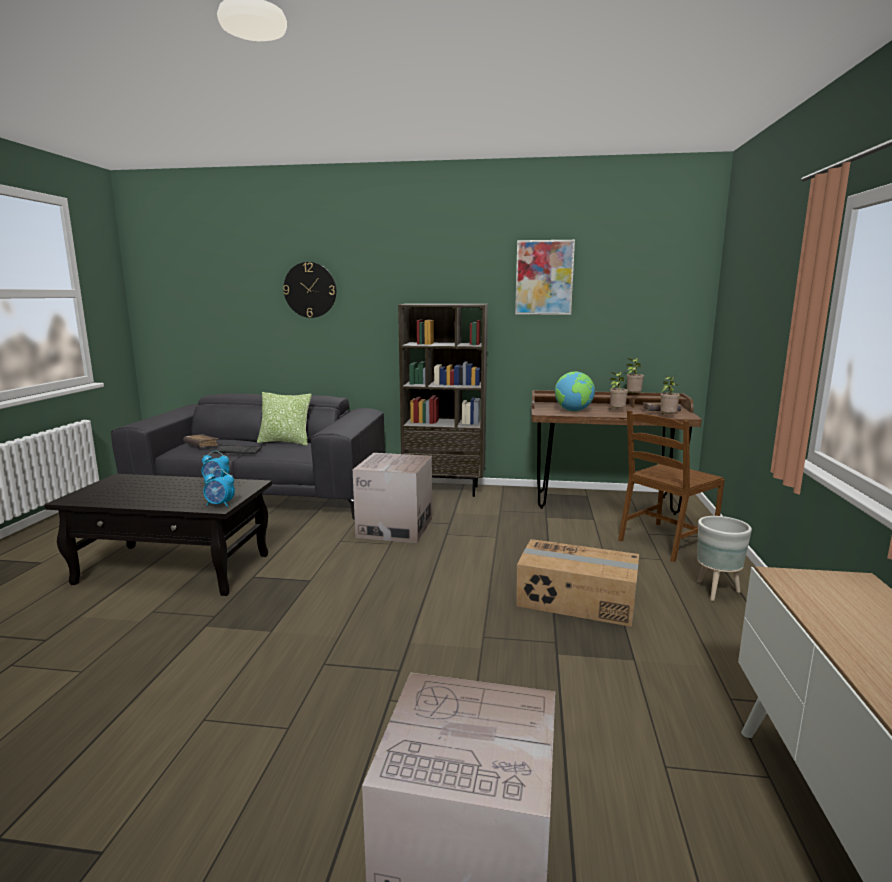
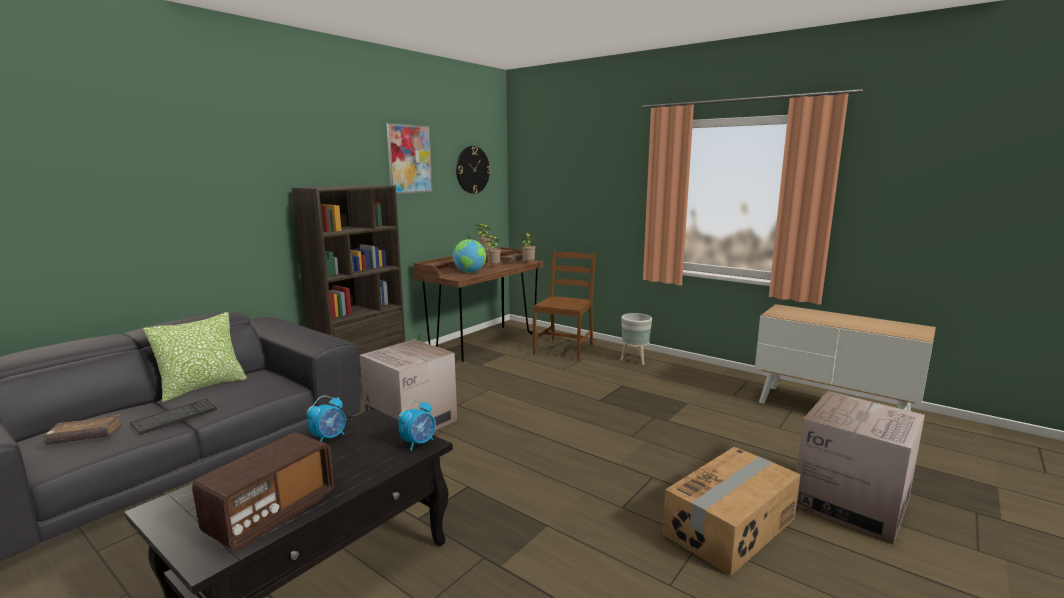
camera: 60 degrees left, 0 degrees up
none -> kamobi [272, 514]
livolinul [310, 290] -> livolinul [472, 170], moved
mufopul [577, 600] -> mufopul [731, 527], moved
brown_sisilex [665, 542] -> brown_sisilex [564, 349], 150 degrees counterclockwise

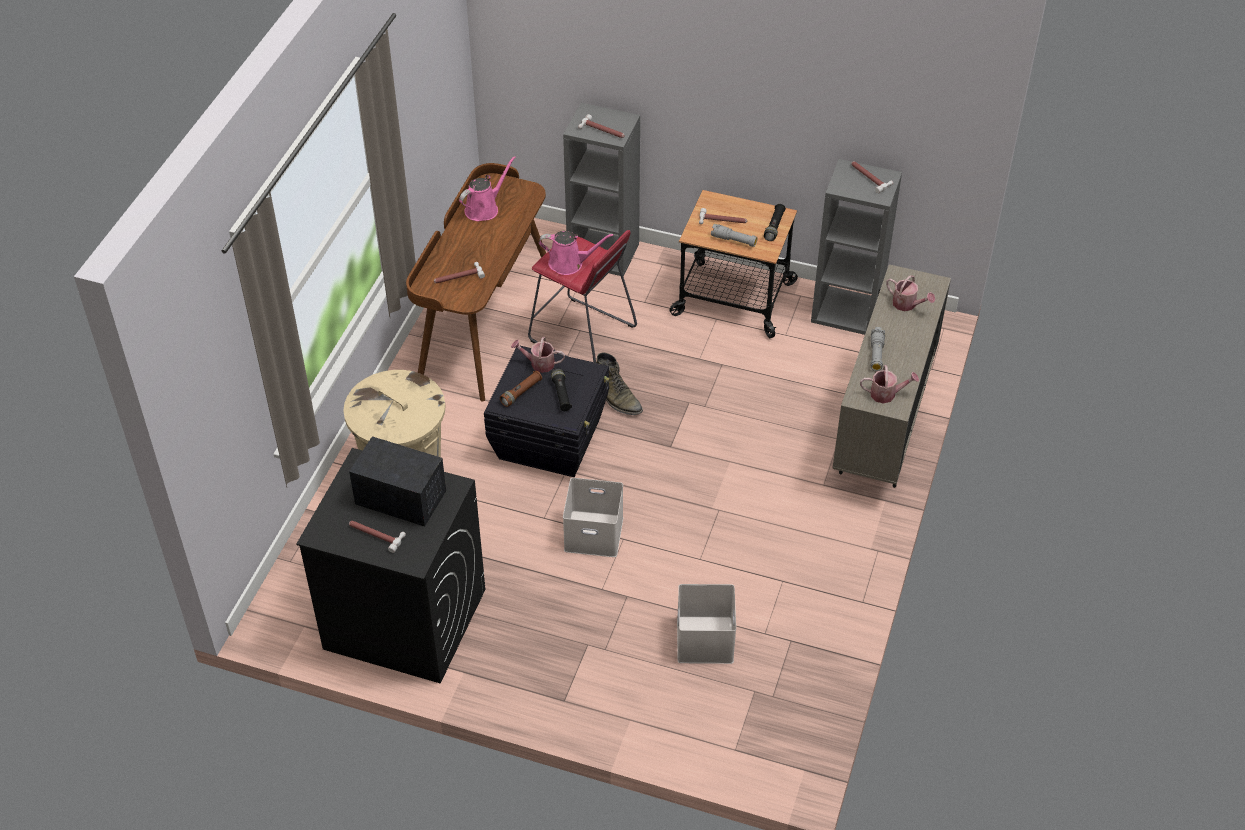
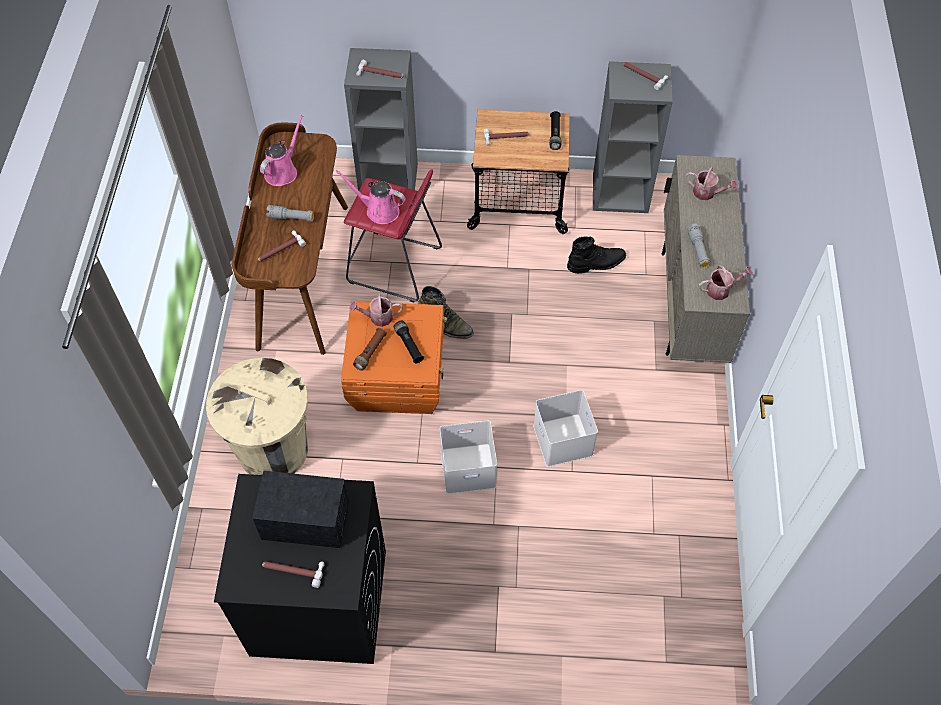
camera: 15 degrees left, 10 degrees up
none -> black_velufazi [596, 263]
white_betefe [703, 639] -> white_betefe [561, 439], moved
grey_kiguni [733, 240] -> grey_kiguni [291, 218], moved
black_betefe [550, 439] -> orange_betefe [398, 379]
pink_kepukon [569, 263] -> pink_kepukon [379, 210], 150 degrees counterclockwise

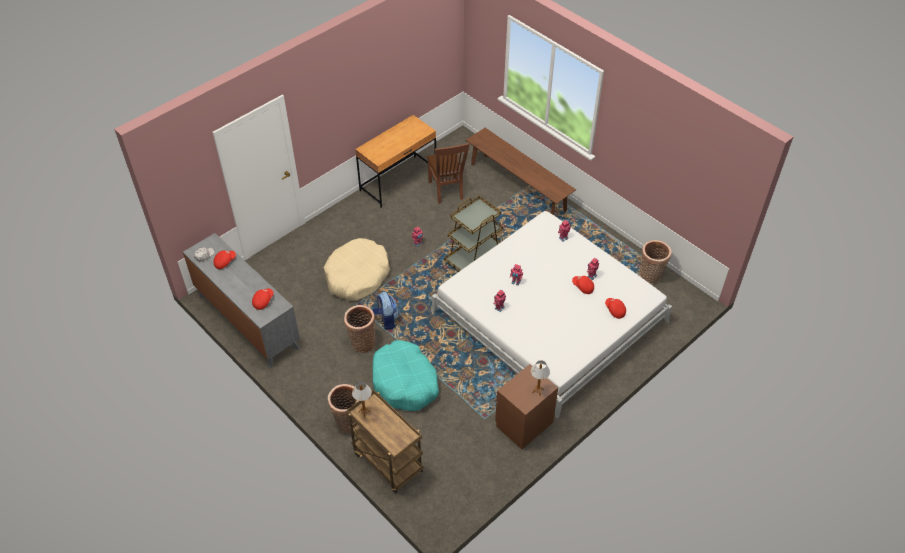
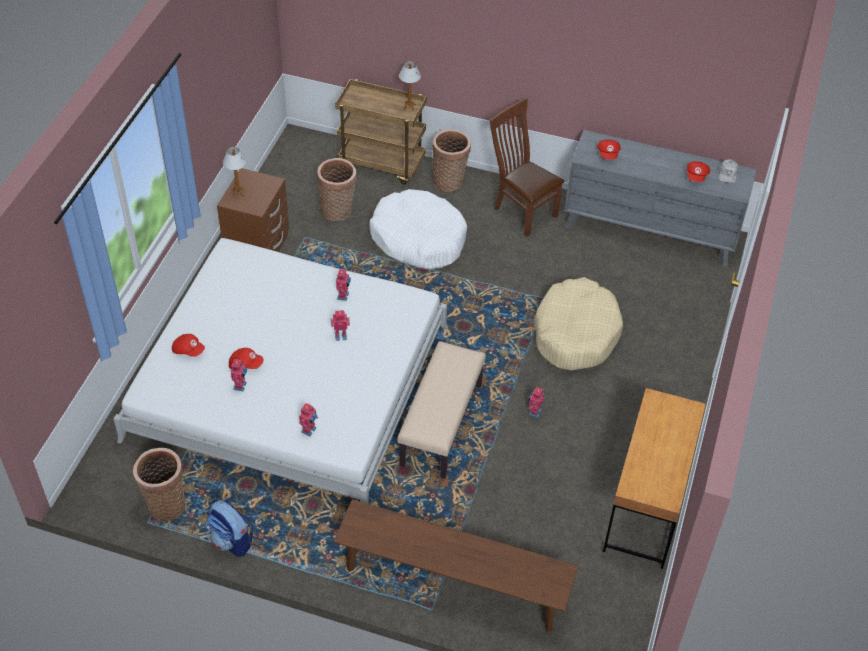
camera: 150 degrees right, 0 degrees up
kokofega [362, 342] -> kokofega [338, 210], moved
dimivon [386, 320] -> dimivon [232, 541], moved
brown_sisilex [447, 191] -> brown_sisilex [522, 211], moved
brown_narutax [474, 258] -> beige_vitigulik [440, 424]
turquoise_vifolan [405, 382] -> white_vifolan [418, 239]

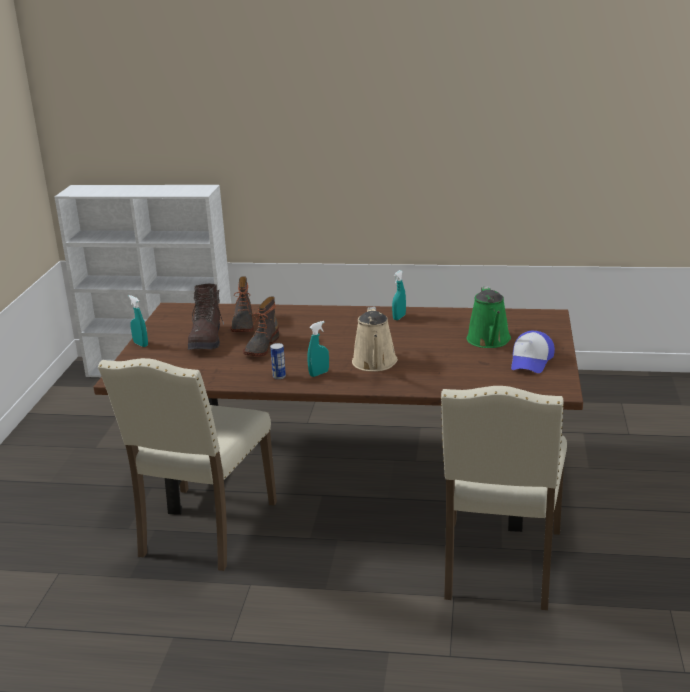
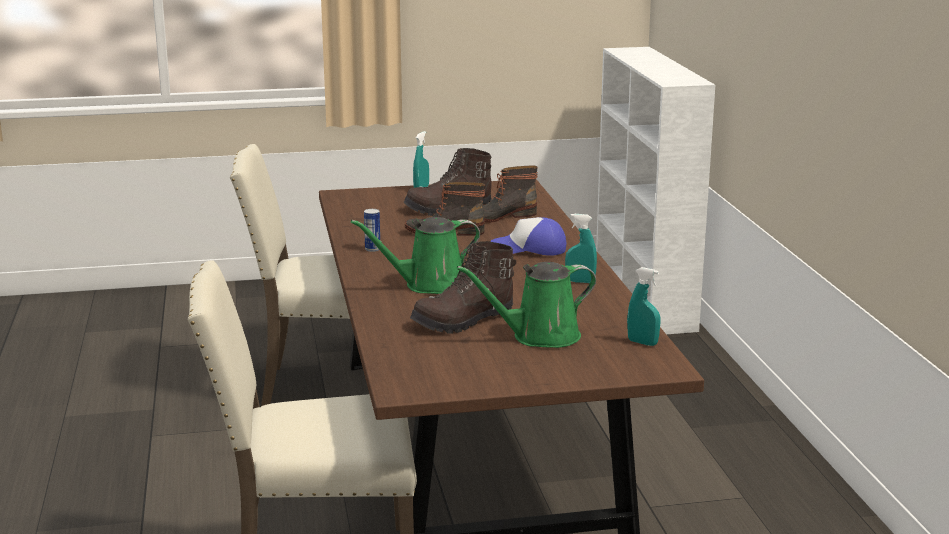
camera: 70 degrees right, 5 degrees down
none -> brown_velufazi [464, 321]
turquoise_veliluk [319, 373] -> turquoise_veliluk [642, 343], moved
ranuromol [531, 361] -> ranuromol [529, 249], moved
beige_kepukon [375, 363] -> green_kepukon [429, 285]

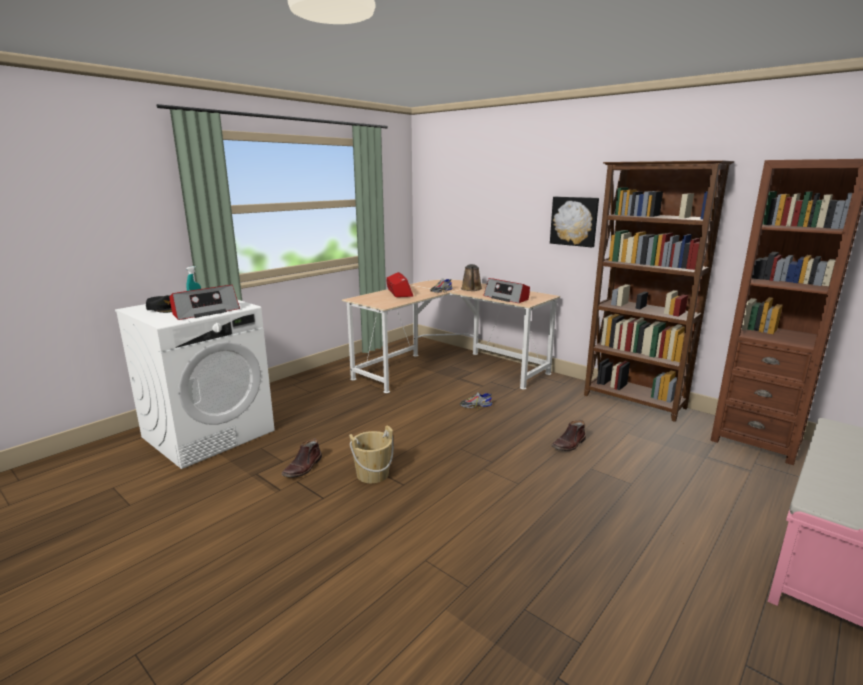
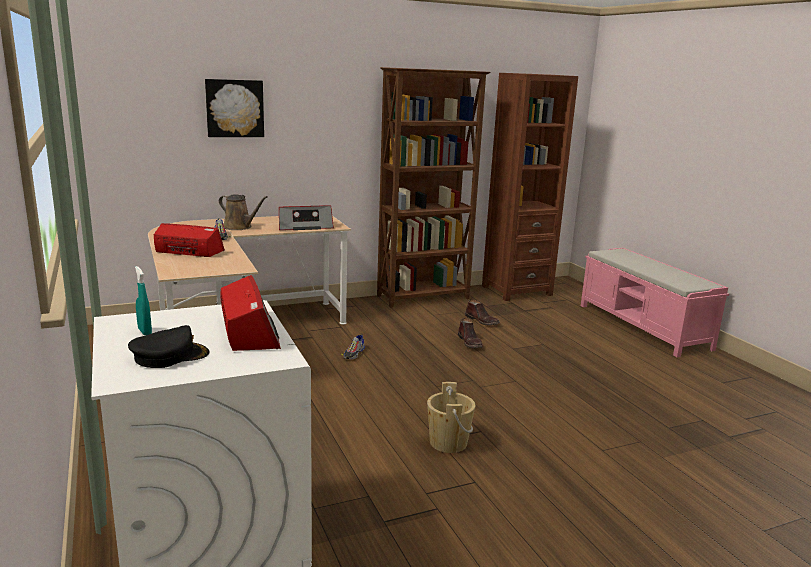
camera: 65 degrees left, 0 degrees up
brown_velufazi [303, 468] -> brown_velufazi [482, 321], moved
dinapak [574, 221] -> dinapak [234, 108], moved

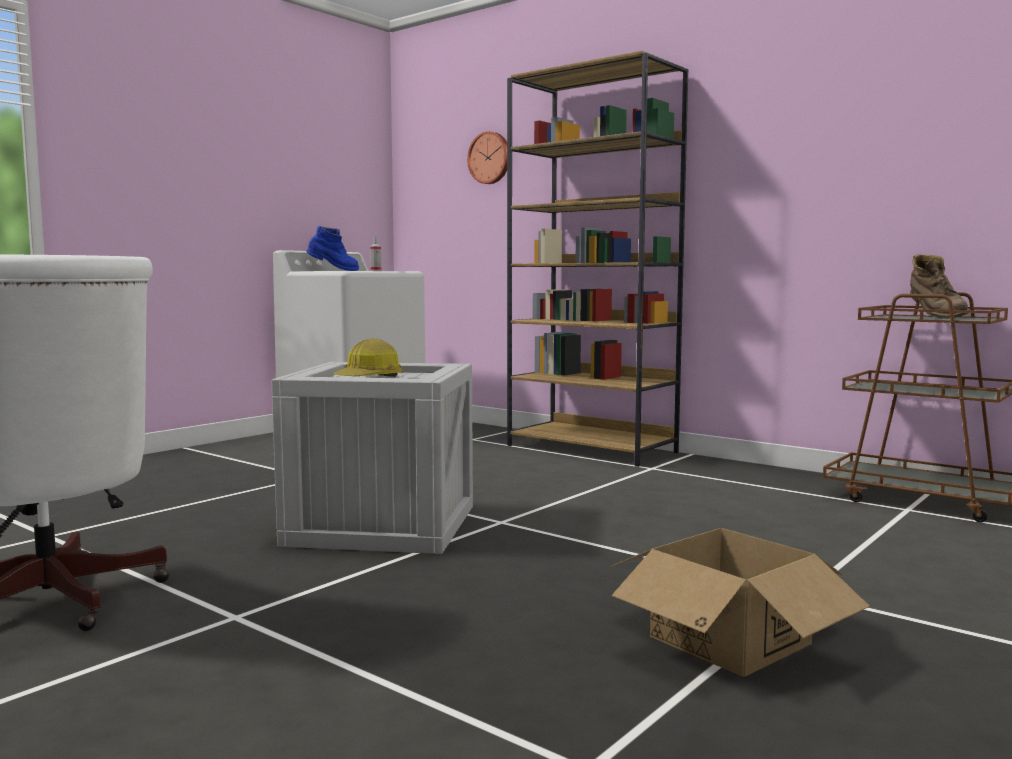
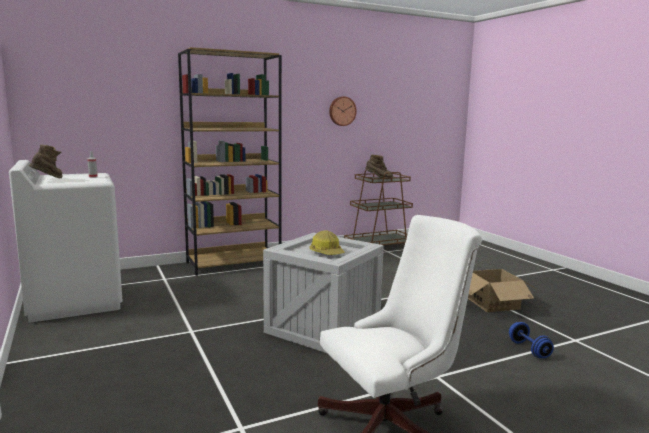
camera: 65 degrees left, 5 degrees up
none -> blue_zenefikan [529, 350]
livolinul [490, 158] -> livolinul [342, 111], moved
blue_velufazi [333, 270] -> brown_velufazi [48, 180]

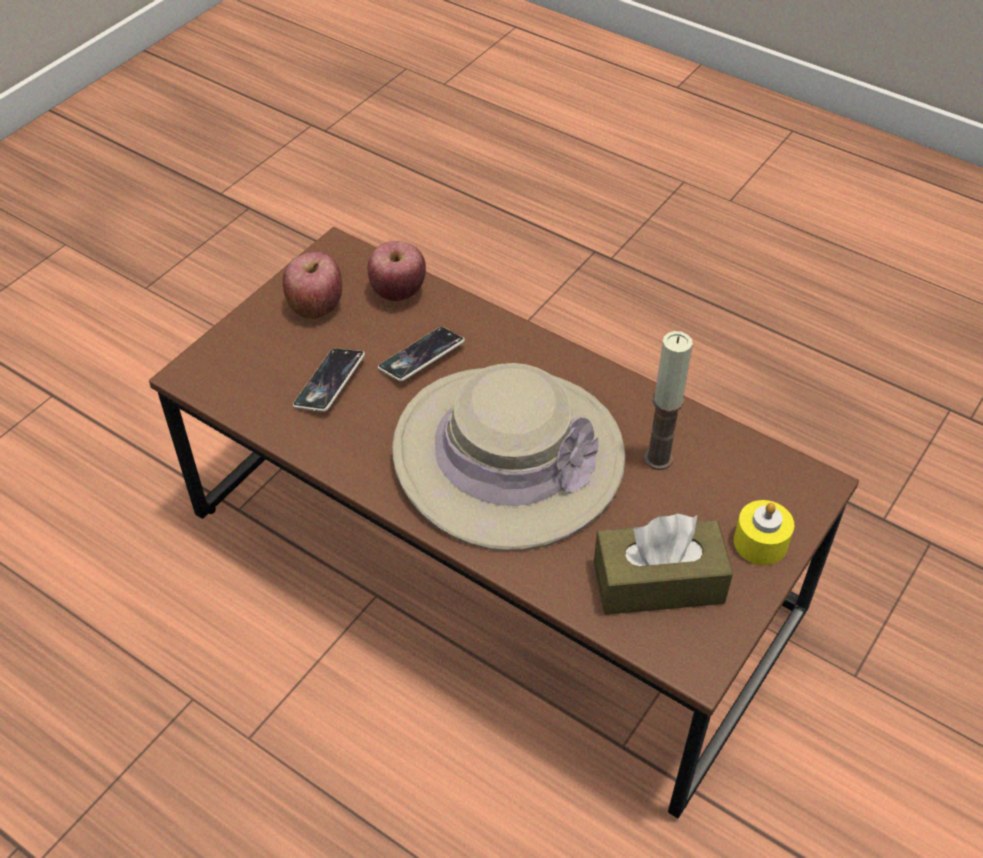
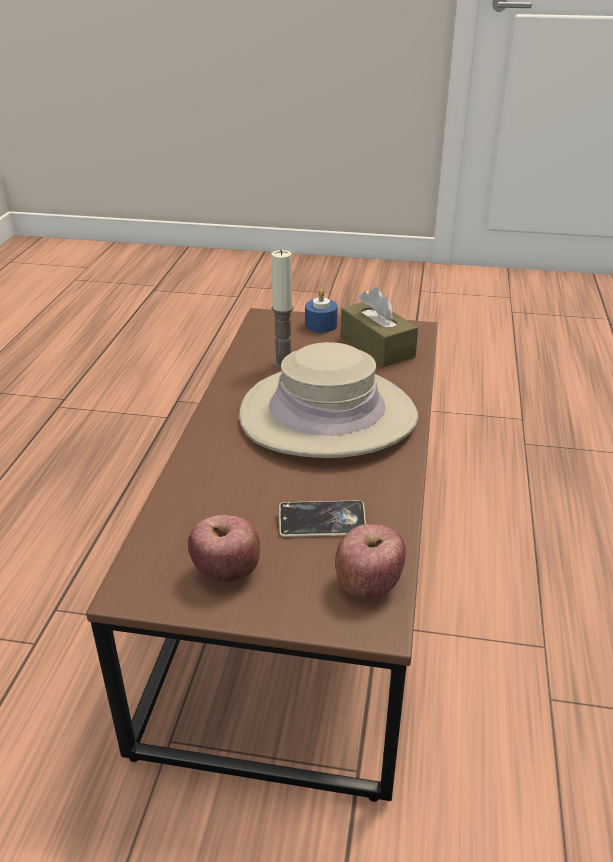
camera: 115 degrees left, 15 degrees down
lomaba [421, 358] -> none
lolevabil [398, 292] -> lolevabil [368, 584], moved
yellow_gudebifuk [760, 542] -> blue_gudebifuk [321, 325]

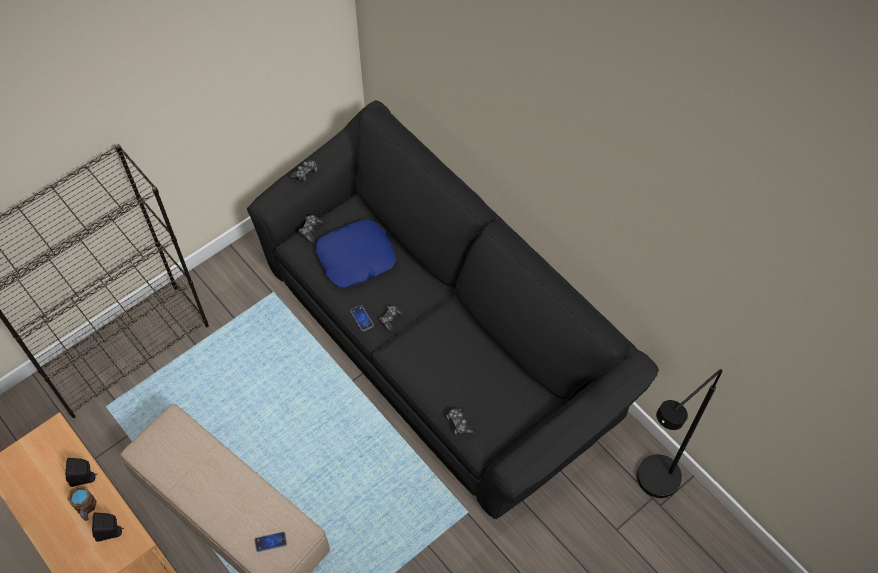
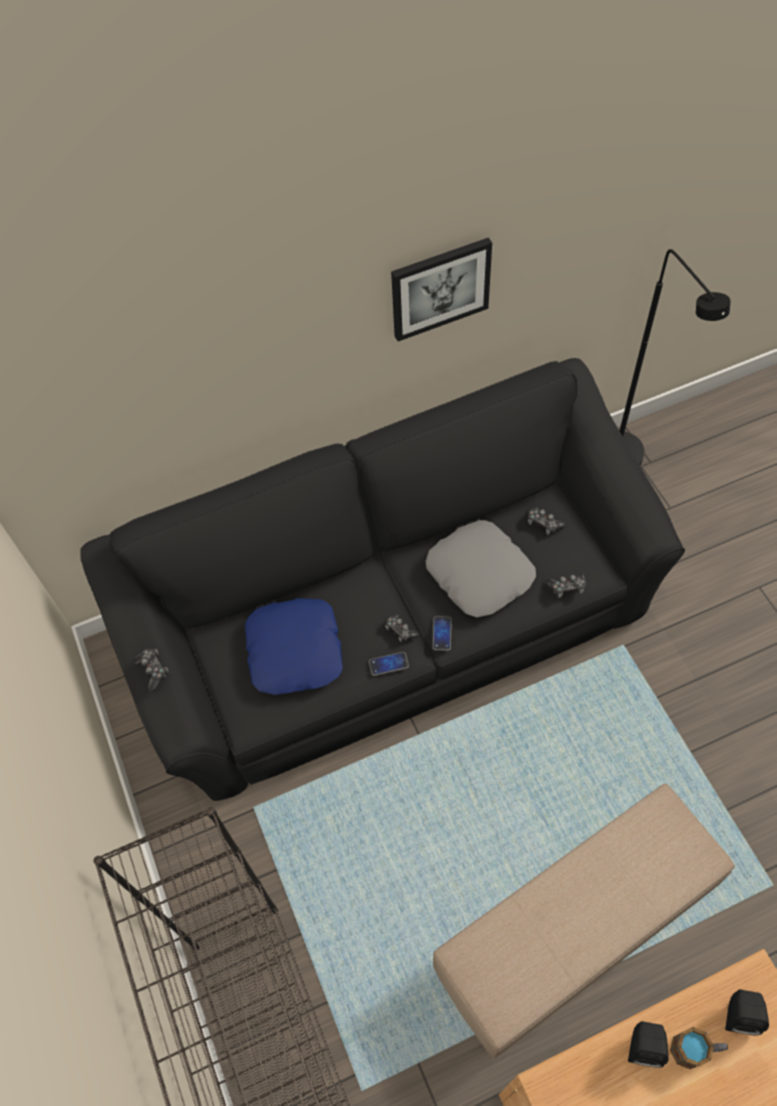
camera: 70 degrees left, 0 degrees up
none -> dinapak [440, 288]
none -> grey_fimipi [480, 573]
lomaba [270, 542] -> lomaba [442, 633], moved
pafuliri [311, 230] -> pafuliri [543, 524], moved

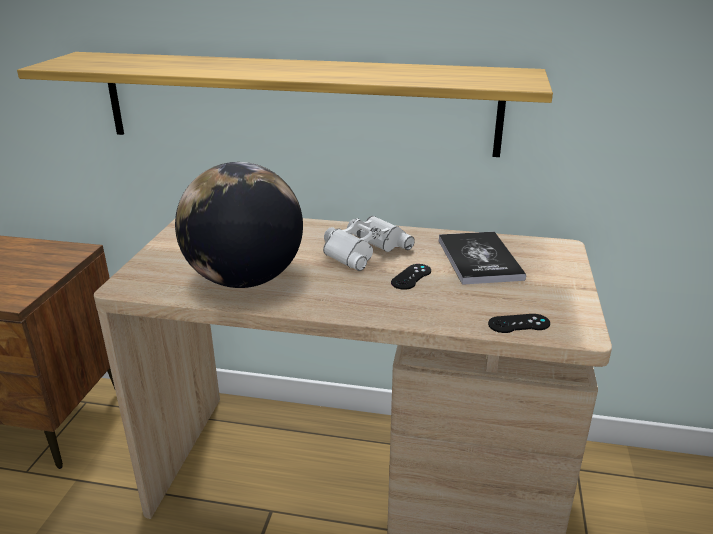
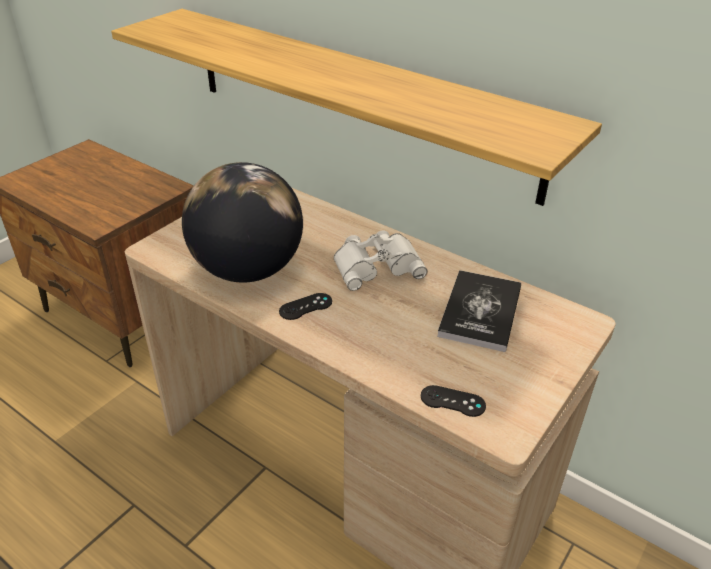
camera: 25 degrees right, 10 degrees up
black_pafuliri [411, 277] -> black_pafuliri [305, 306], moved

